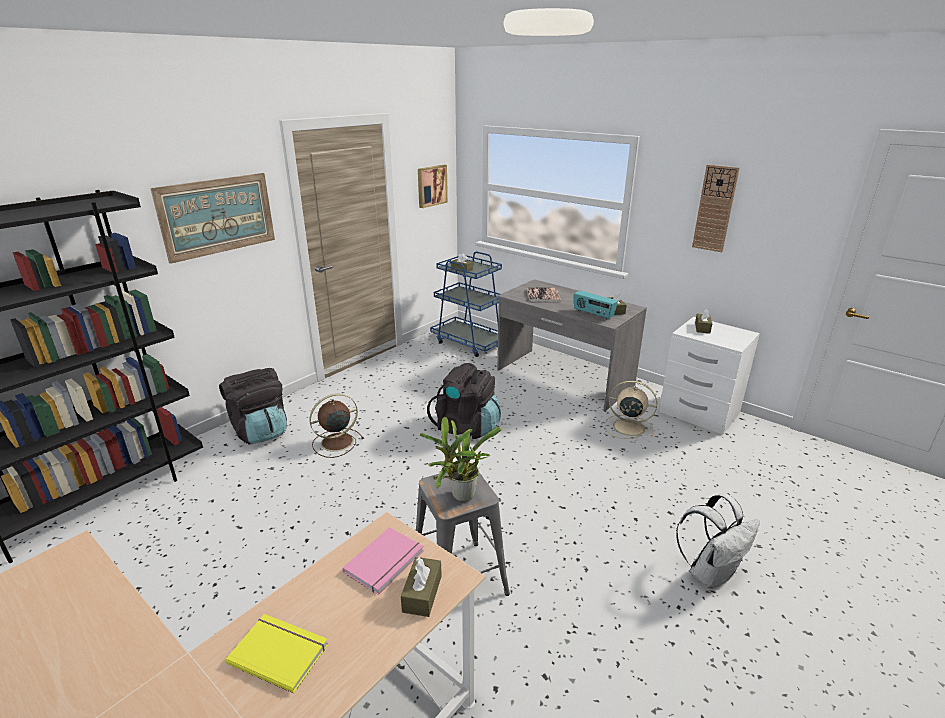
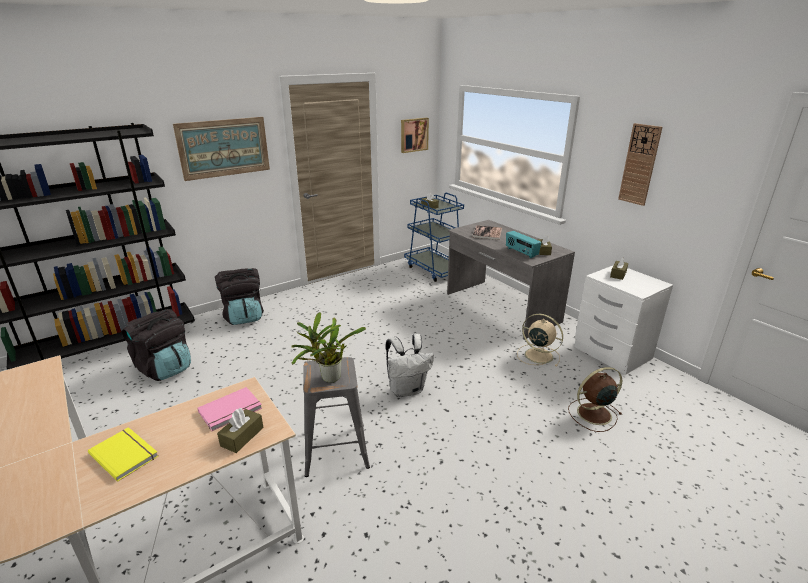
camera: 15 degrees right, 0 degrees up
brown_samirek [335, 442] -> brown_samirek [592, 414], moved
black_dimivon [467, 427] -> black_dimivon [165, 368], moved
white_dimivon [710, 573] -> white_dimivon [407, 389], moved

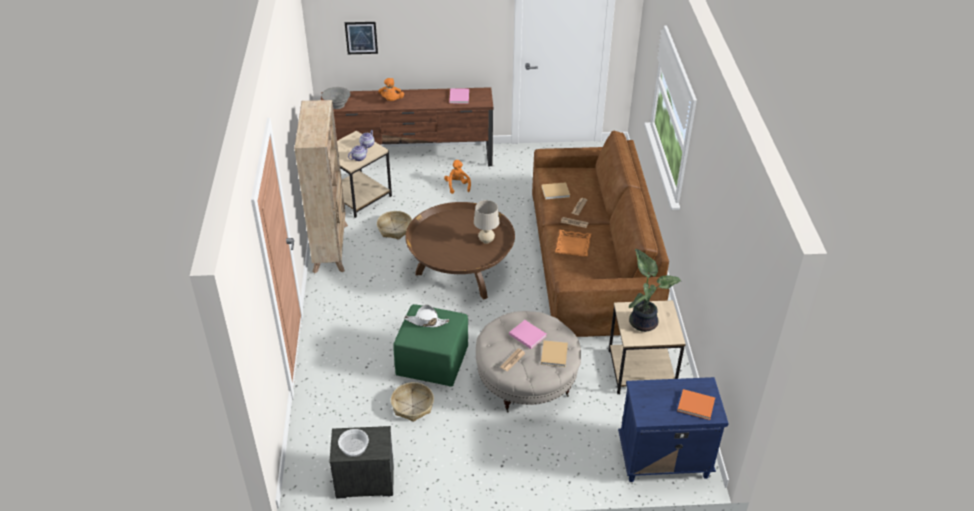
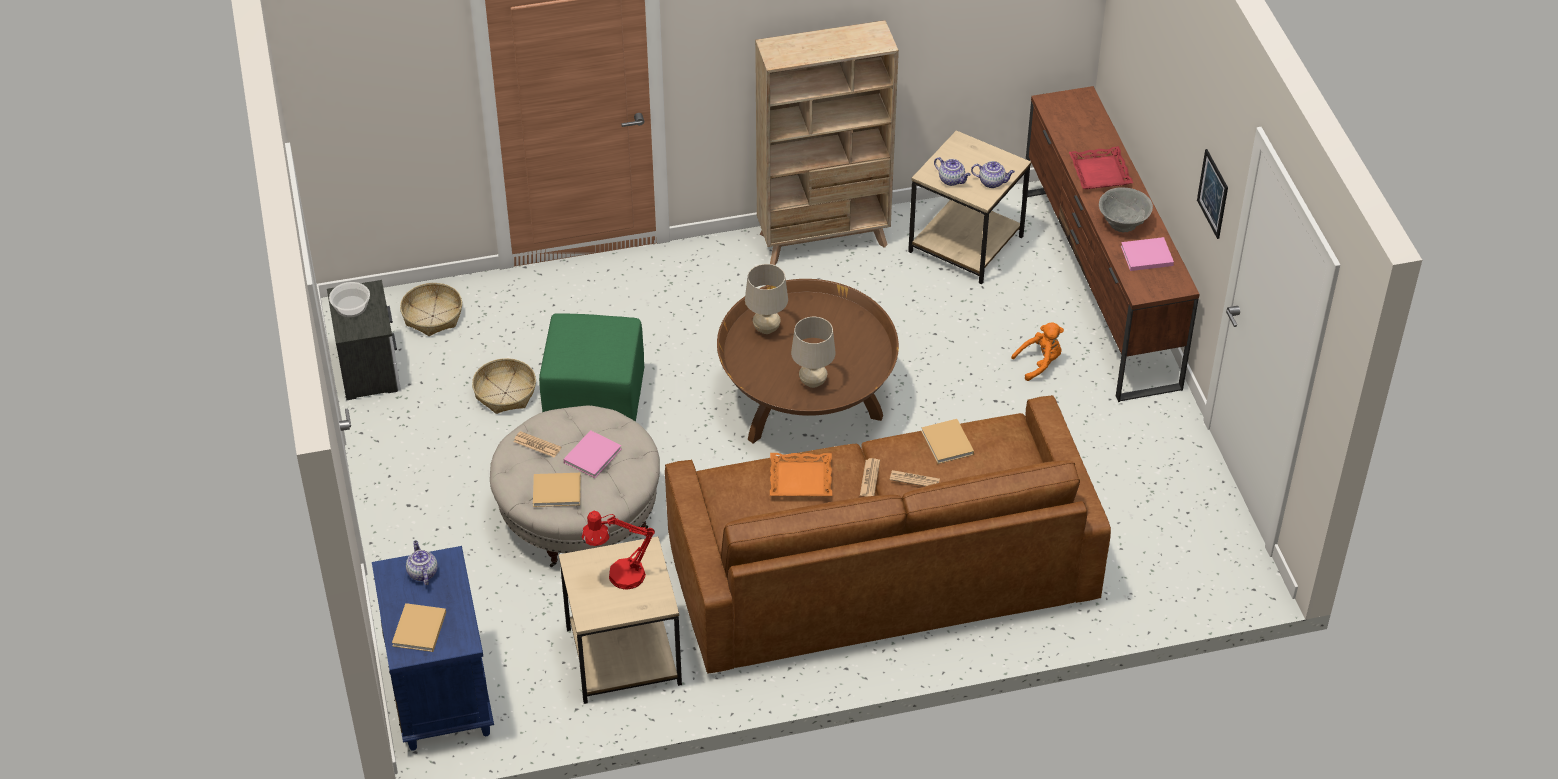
camera: 80 degrees right, 5 degrees up
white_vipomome [426, 321] -> none
none -> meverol [422, 573]
none -> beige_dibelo [766, 329]
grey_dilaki [337, 105] -> grey_dilaki [1123, 223], moved
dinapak [361, 37] -> dinapak [1213, 193], moved
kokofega [395, 229] -> kokofega [433, 316], moved
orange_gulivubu [391, 100] -> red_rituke [1099, 173]
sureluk [643, 321] -> red_dibelo [618, 576]
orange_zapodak [697, 406] -> beige_zapodak [419, 630]

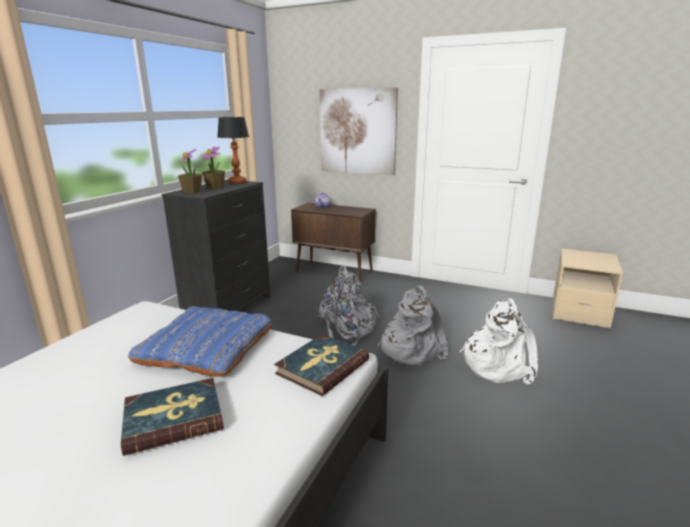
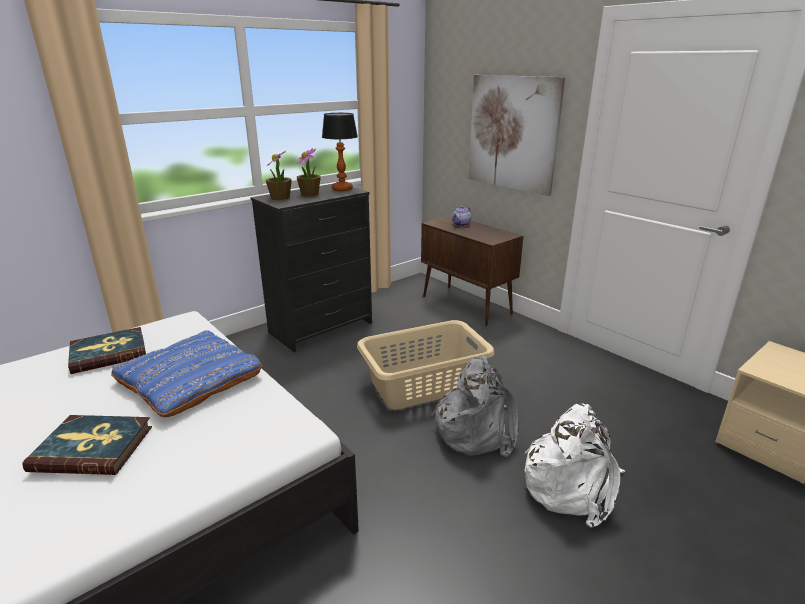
camera: 25 degrees right, 5 degrees up
zapodak [322, 366] -> zapodak [109, 353], moved
grey_dimivon [347, 329] -> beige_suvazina [423, 384]

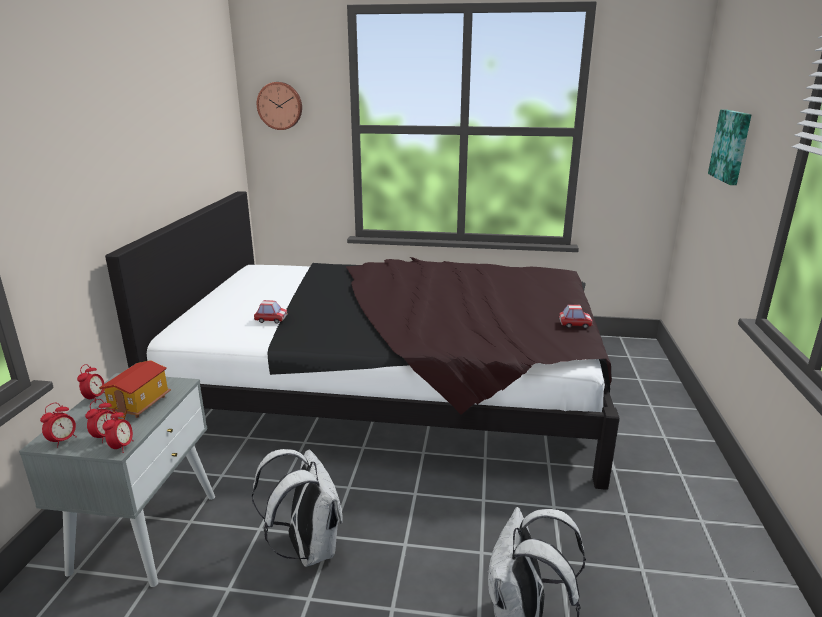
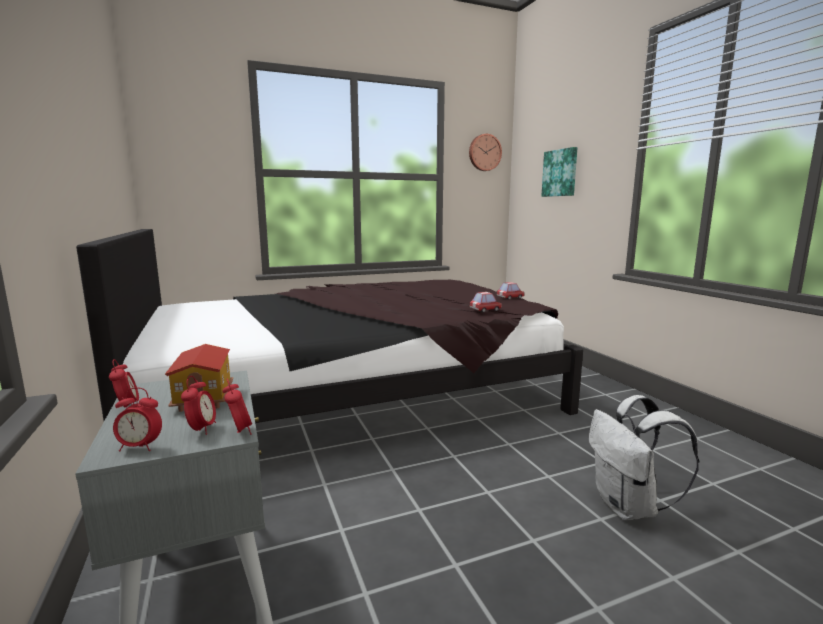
camera: 30 degrees left, 10 degrees down
white_dimivon [307, 548] -> none
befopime [271, 319] -> befopime [485, 310], moved
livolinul [280, 106] -> livolinul [484, 152], moved
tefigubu [63, 441] -> tefigubu [140, 447], 90 degrees clockwise

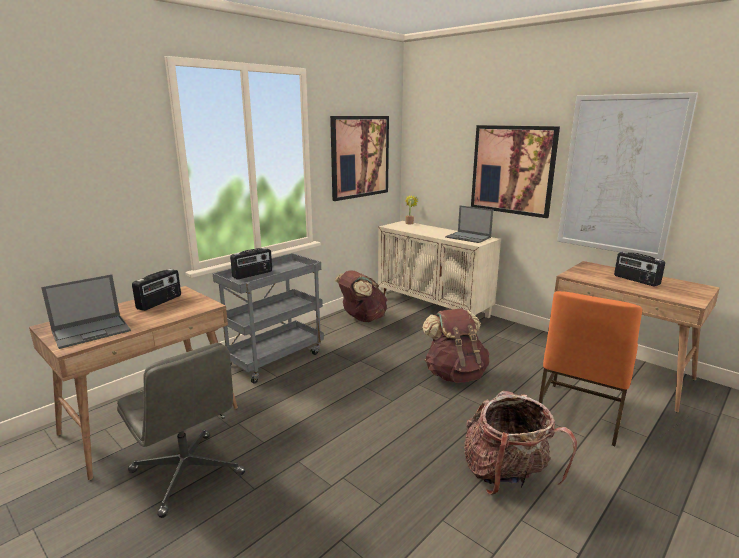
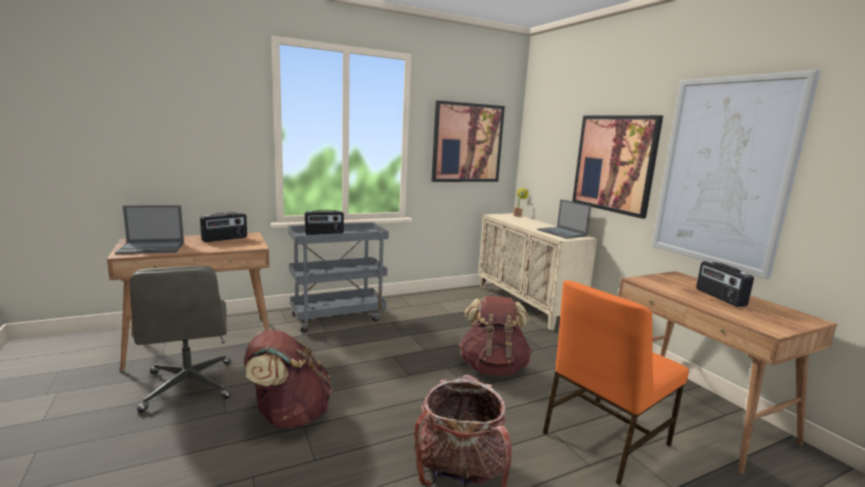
camera: 20 degrees right, 5 degrees down
brown_dimivon [362, 318] -> brown_dimivon [289, 415], moved

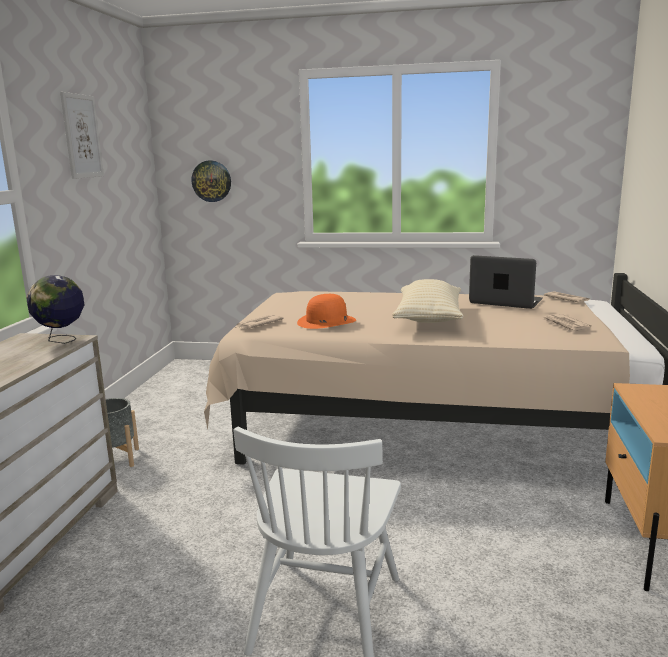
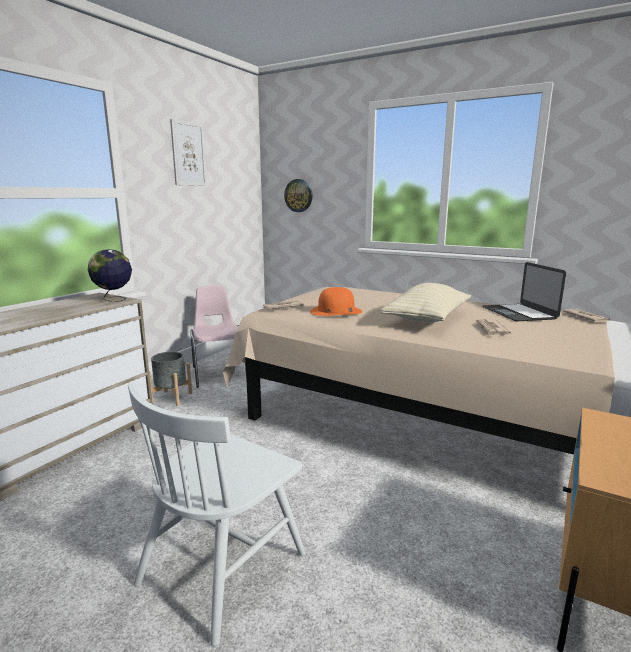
camera: 20 degrees right, 0 degrees up
none -> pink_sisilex [219, 373]
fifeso [565, 325] -> fifeso [490, 329], moved
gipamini [505, 301] -> gipamini [519, 313], 150 degrees counterclockwise

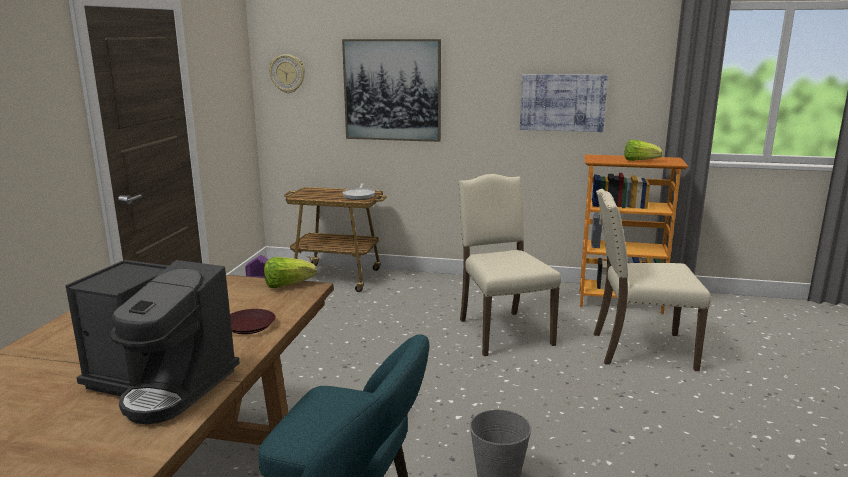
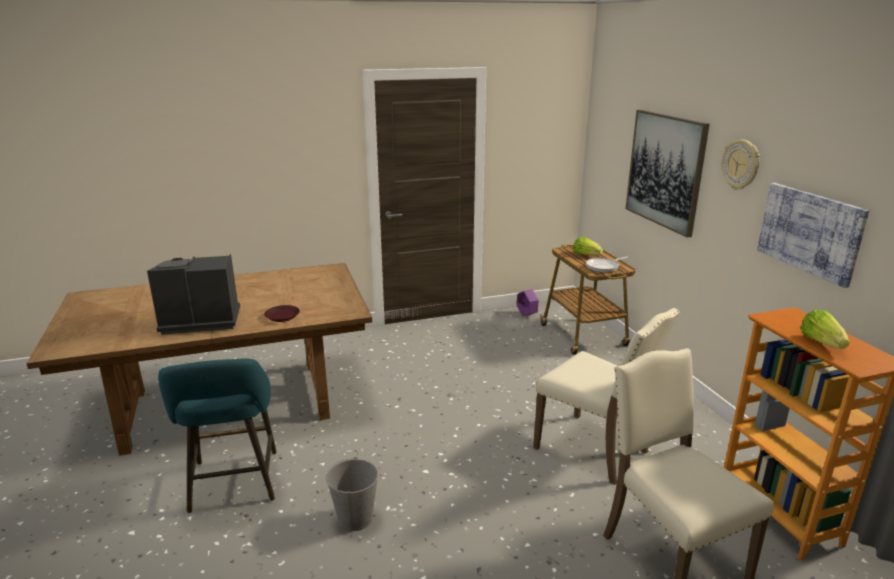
camera: 60 degrees right, 5 degrees up
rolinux [287, 285] -> rolinux [586, 255], moved
livolinul [287, 73] -> livolinul [741, 164], moved
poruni [161, 384] -> poruni [199, 321], 90 degrees clockwise
beige_sisilex [502, 331] -> beige_sisilex [594, 449], 90 degrees clockwise

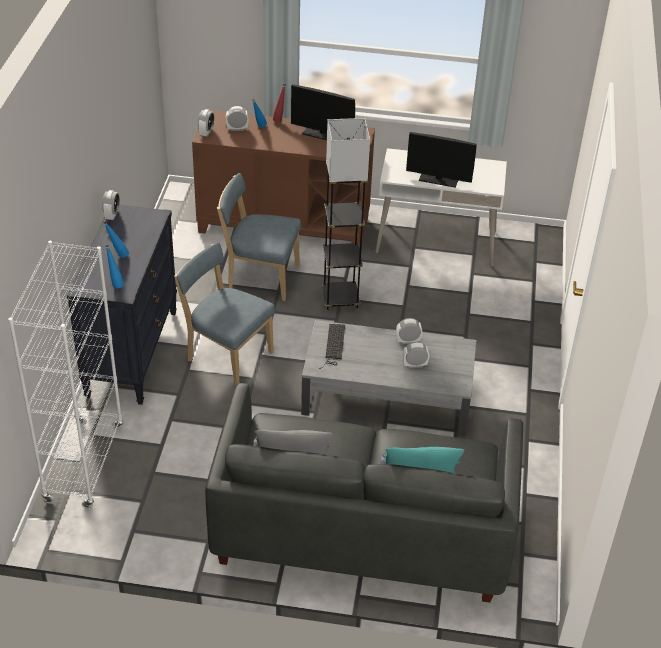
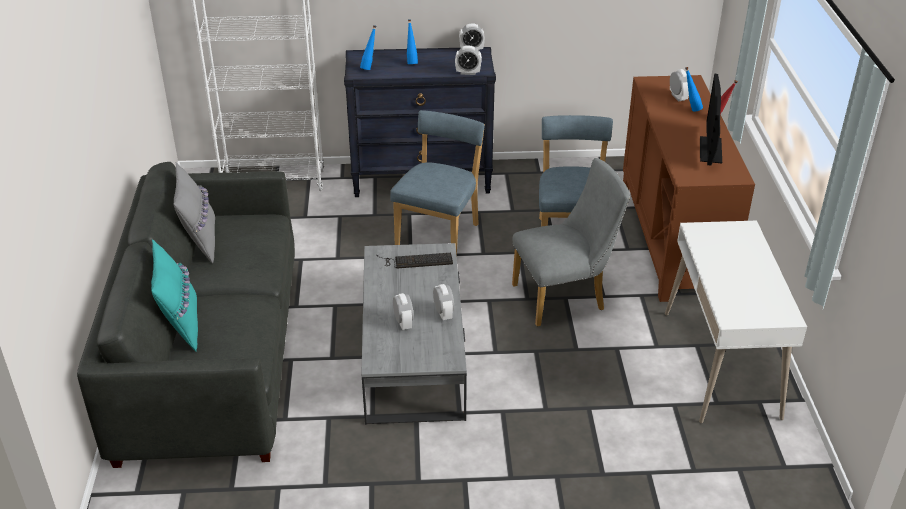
camera: 80 degrees right, 5 degrees down
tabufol [438, 179] -> none
tefigubu [206, 132] -> tefigubu [468, 72], moved
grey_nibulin [340, 298] -> grey_sisilex [565, 297]

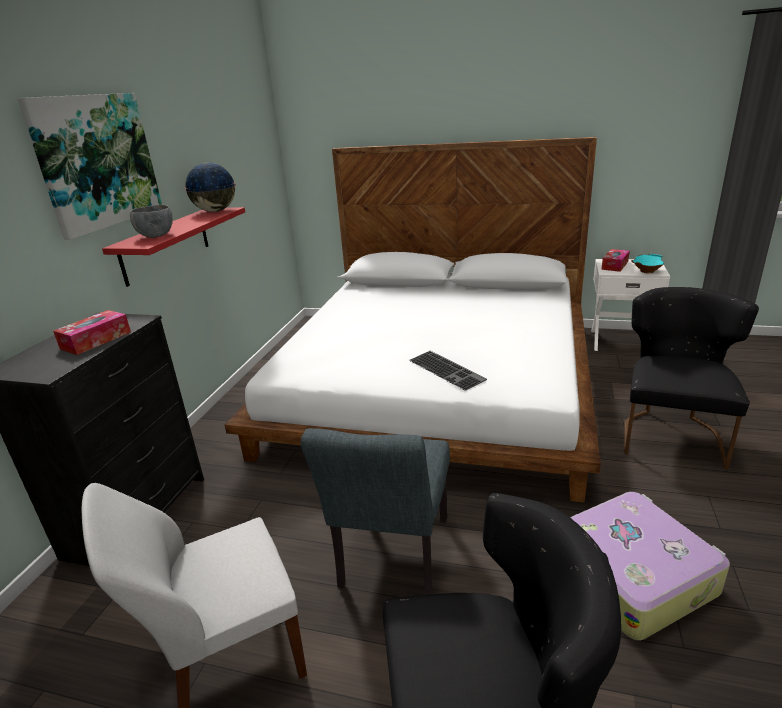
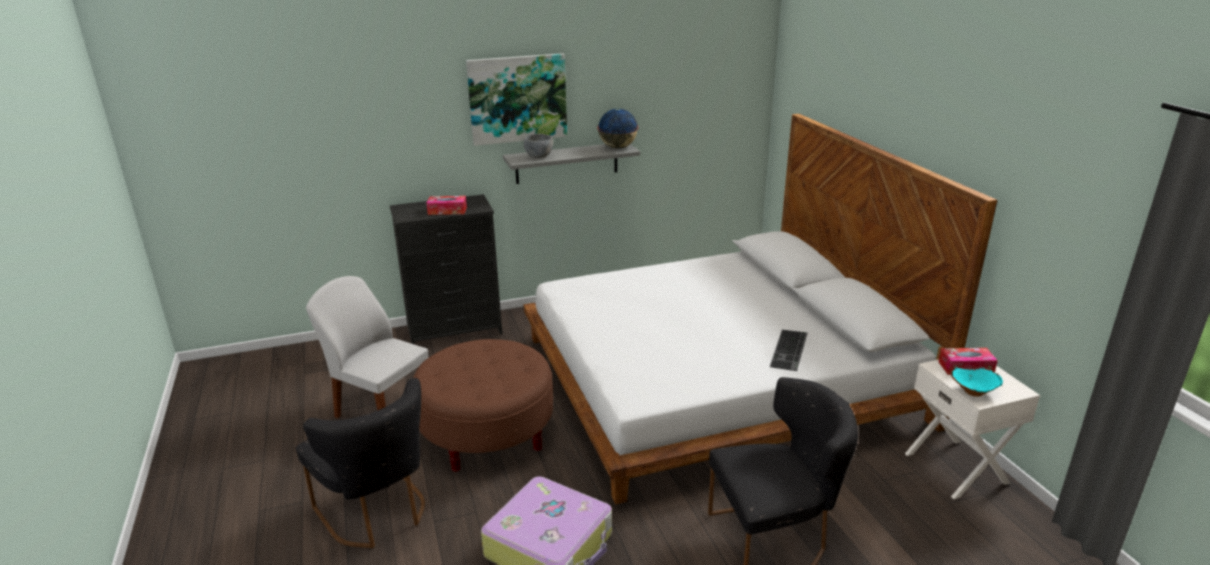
camera: 55 degrees right, 0 degrees up
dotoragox [448, 369] -> dotoragox [790, 350], moved
grey_sisilex [392, 559] -> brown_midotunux [487, 434]
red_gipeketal [166, 245] -> grey_gipeketal [567, 163]

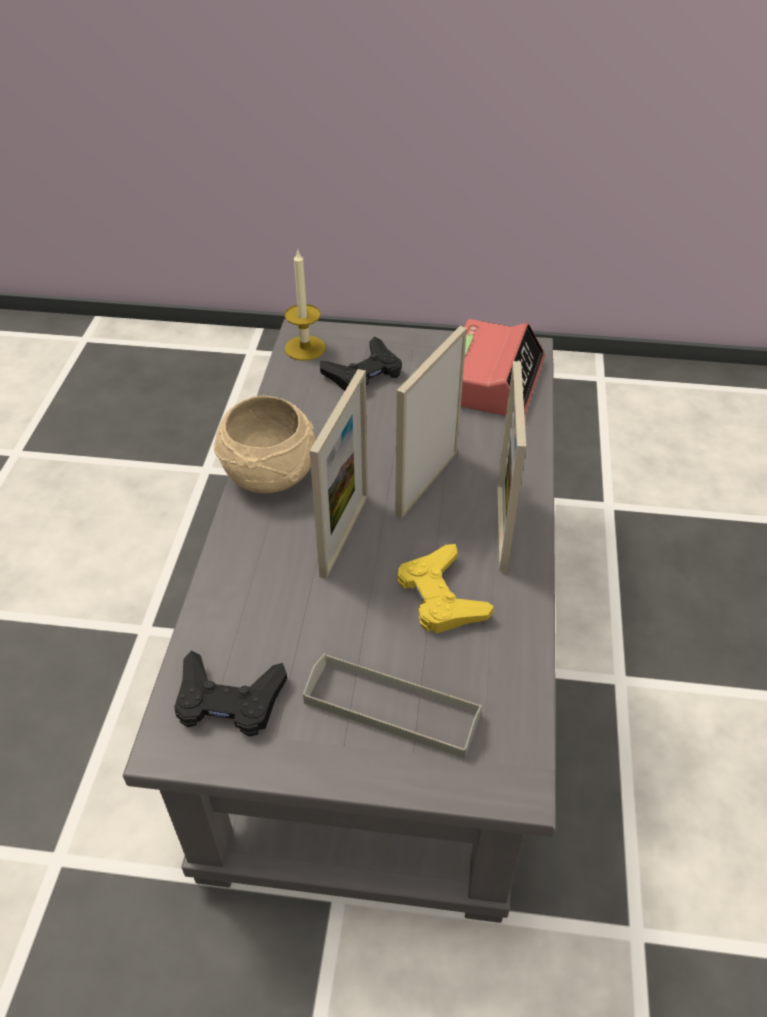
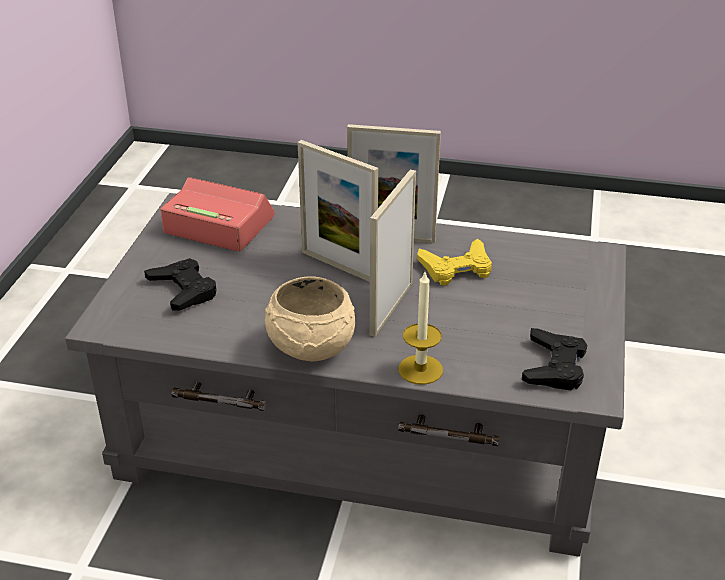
camera: 85 degrees left, 10 degrees down
grey_rituke [391, 708] -> none
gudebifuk [305, 348] -> gudebifuk [420, 369], moved
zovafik [344, 535] -> zovafik [391, 308], 90 degrees counterclockwise

